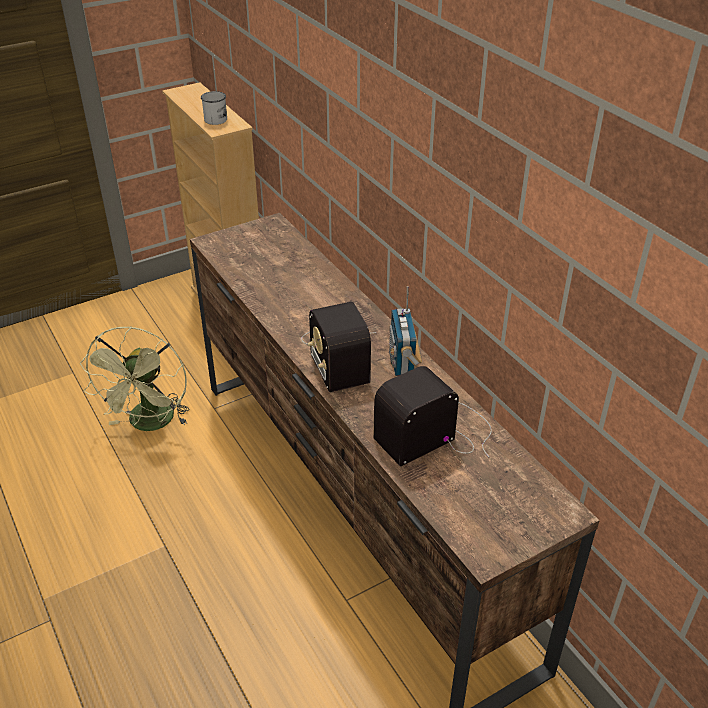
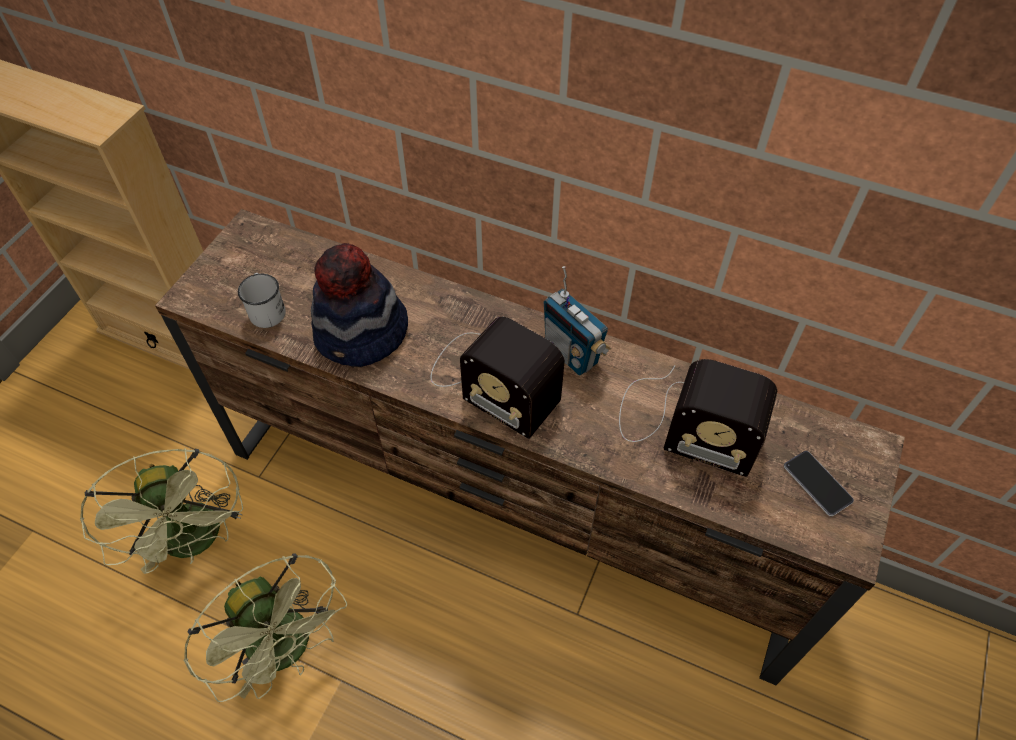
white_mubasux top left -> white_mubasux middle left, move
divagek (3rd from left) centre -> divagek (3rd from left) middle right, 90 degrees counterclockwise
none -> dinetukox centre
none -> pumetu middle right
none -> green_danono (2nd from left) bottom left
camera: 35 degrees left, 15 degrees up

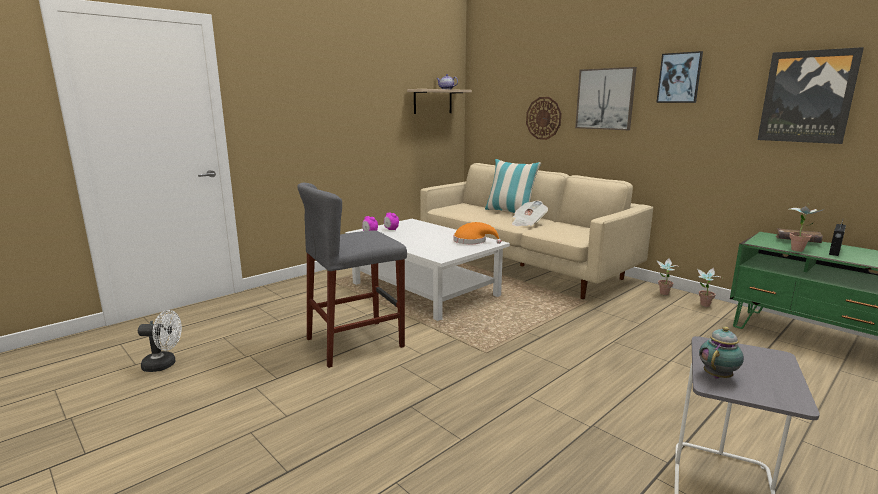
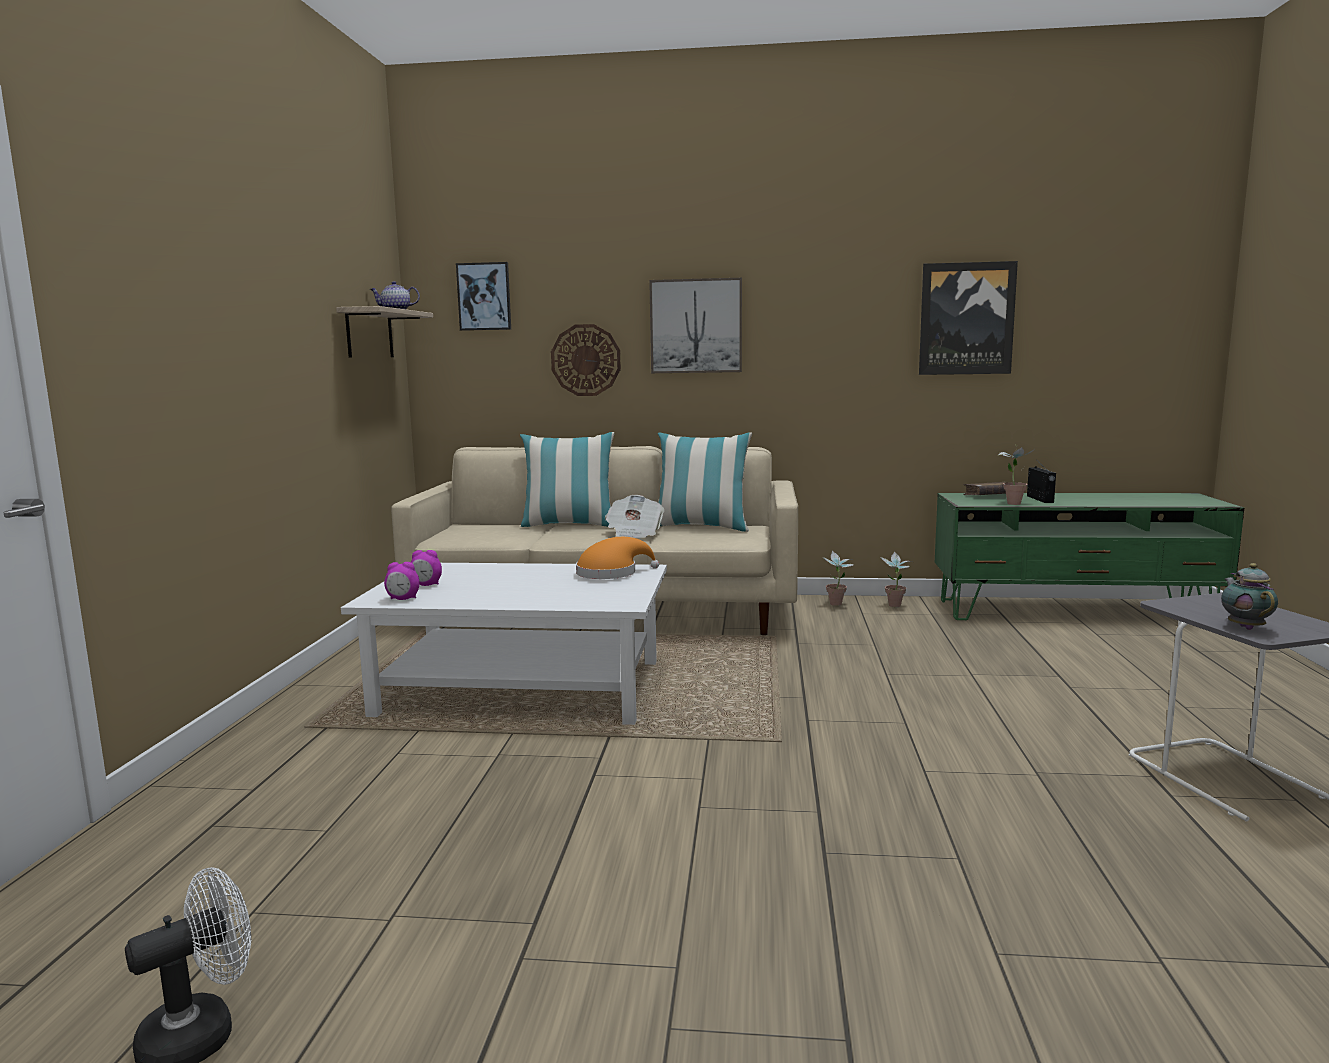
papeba (2nd from left in the first image) top right -> papeba (1st from left) top centre, move
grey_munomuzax centre -> none
none -> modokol (2nd from left) centre
camera: 40 degrees left, 5 degrees down

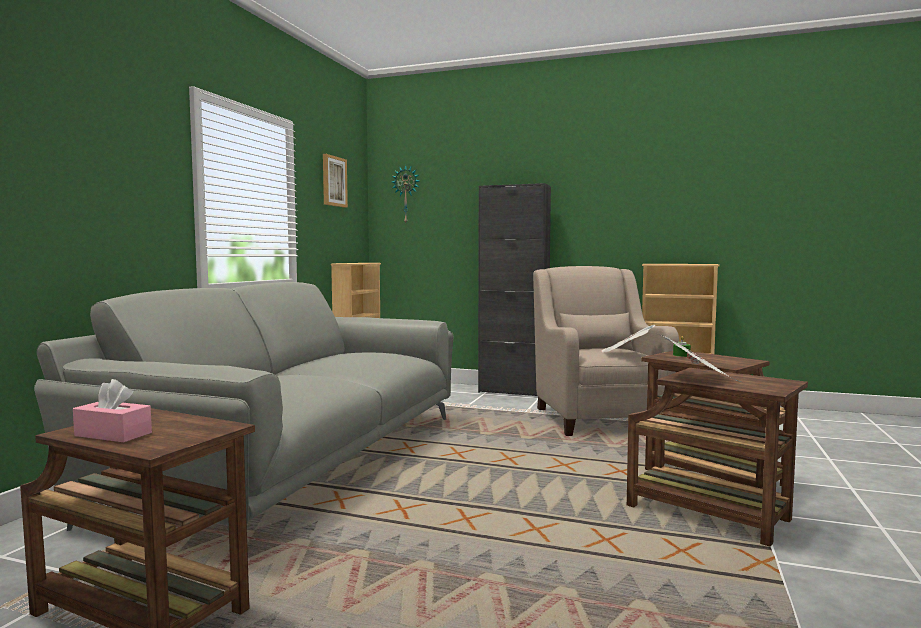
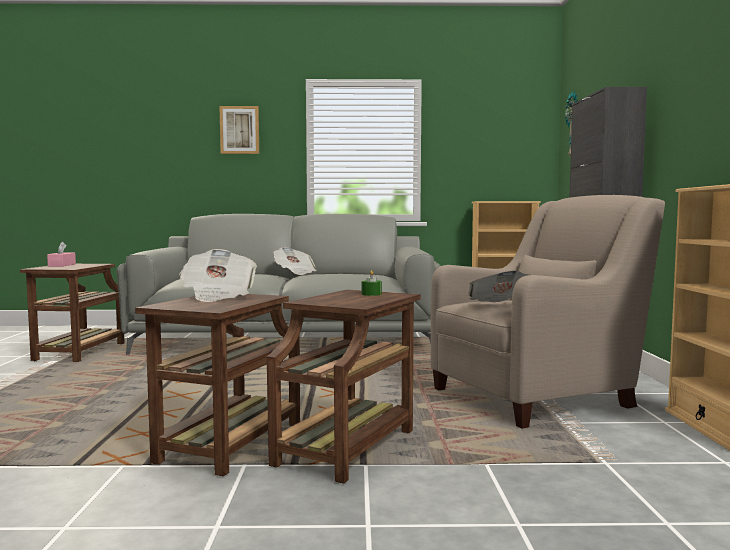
papeba top centre -> papeba top left, move
none -> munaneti (2nd from left) centre
camera: 70 degrees right, 0 degrees up

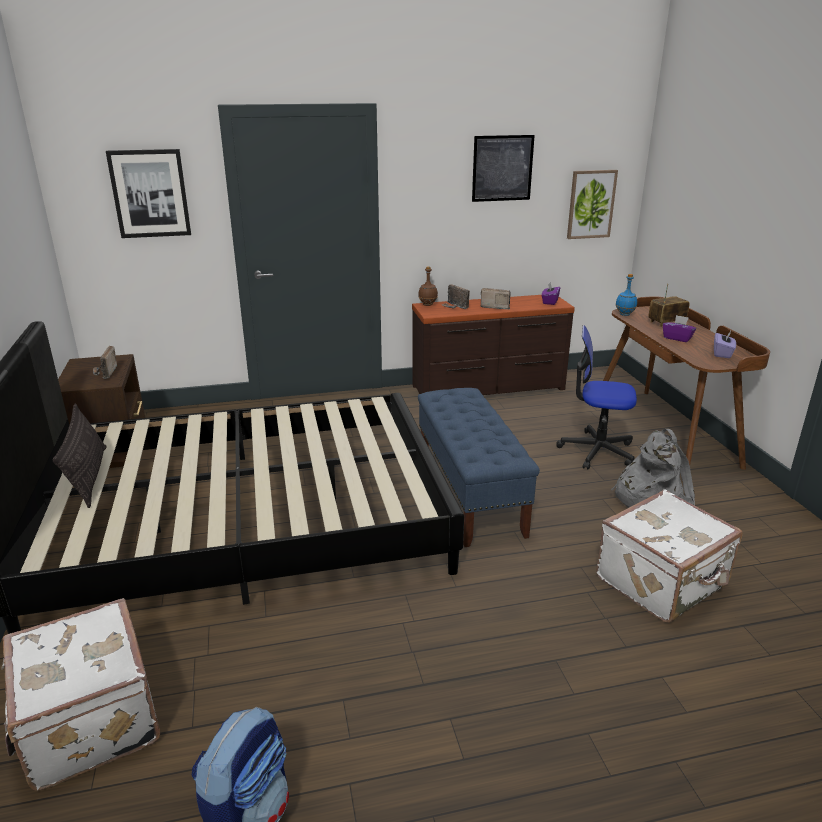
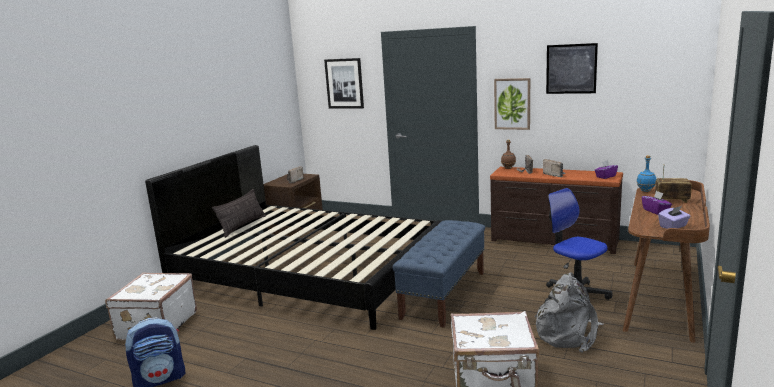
papeba (3rd from left in the first image) top right -> papeba (2nd from left) top centre, move
camera: 40 degrees right, 10 degrees down

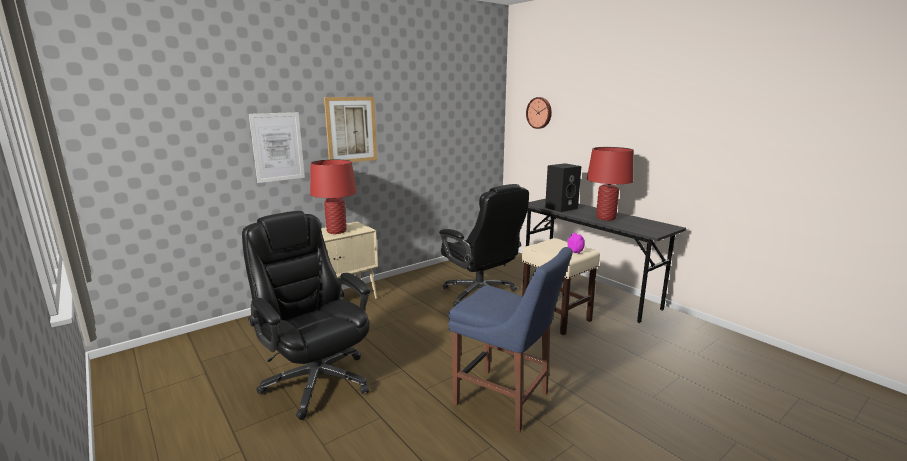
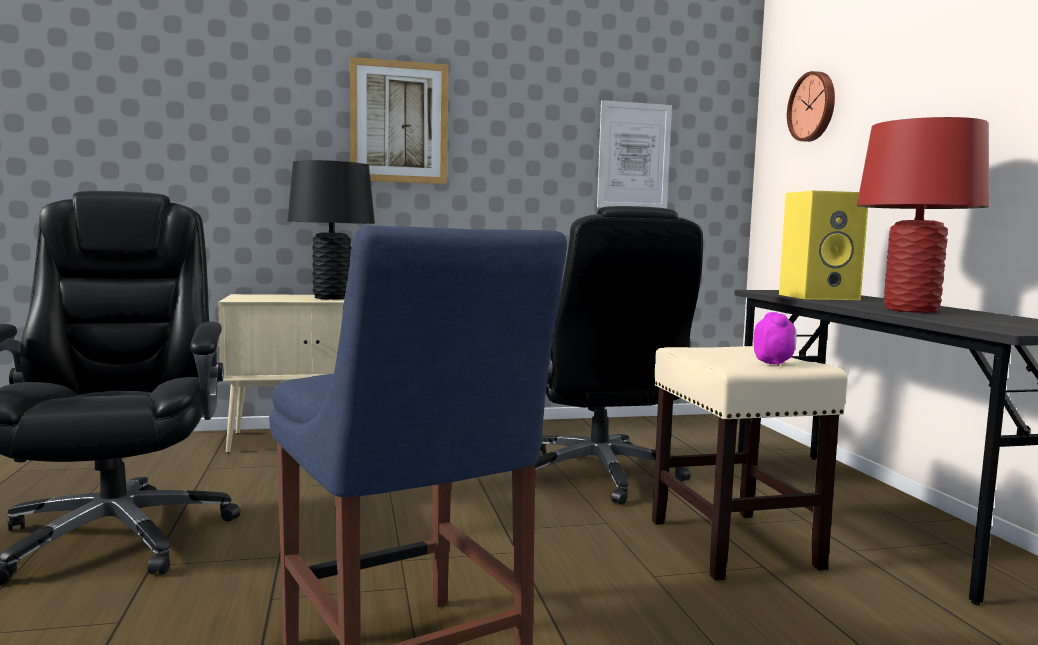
papeba (1st from left in the first image) top left -> papeba (2nd from left) top centre, move
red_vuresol (1st from left) centre -> black_vuresol middle left
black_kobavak centre -> yellow_kobavak middle right
camera: 25 degrees right, 10 degrees down

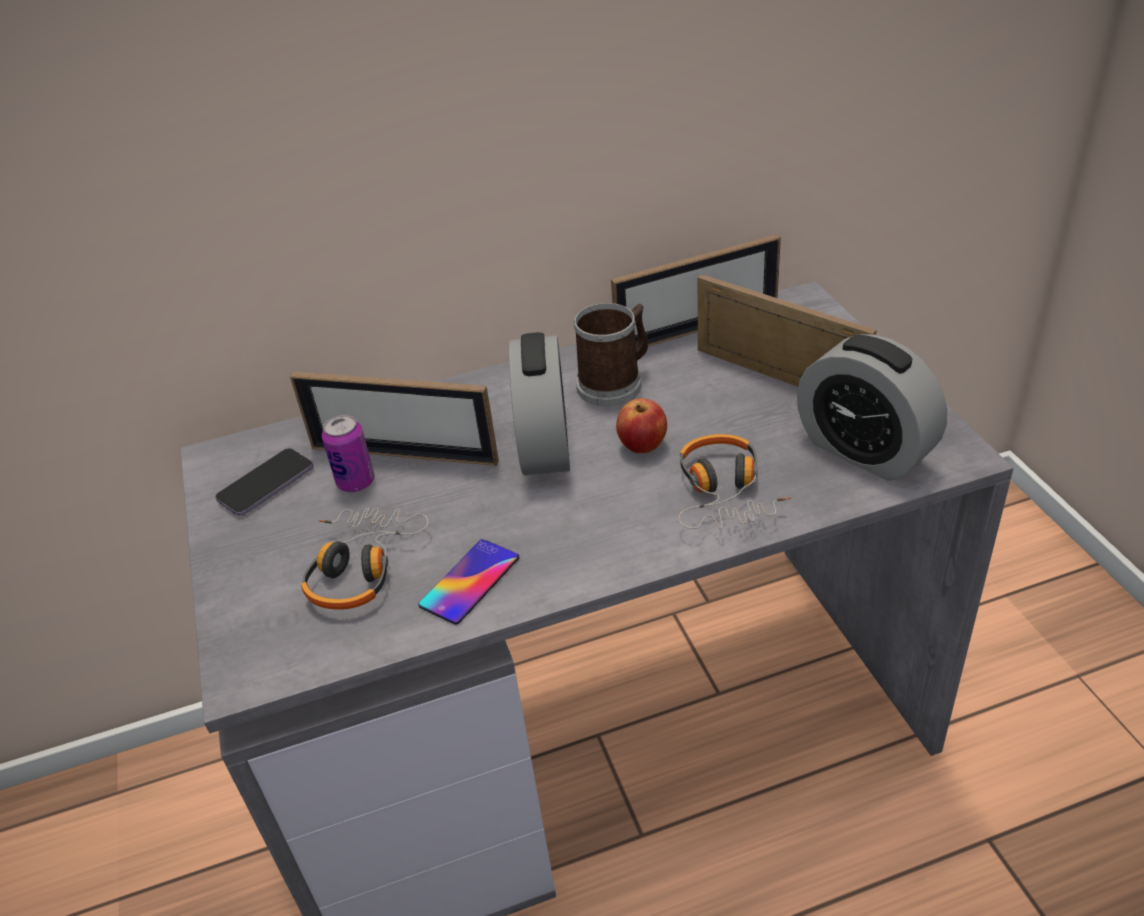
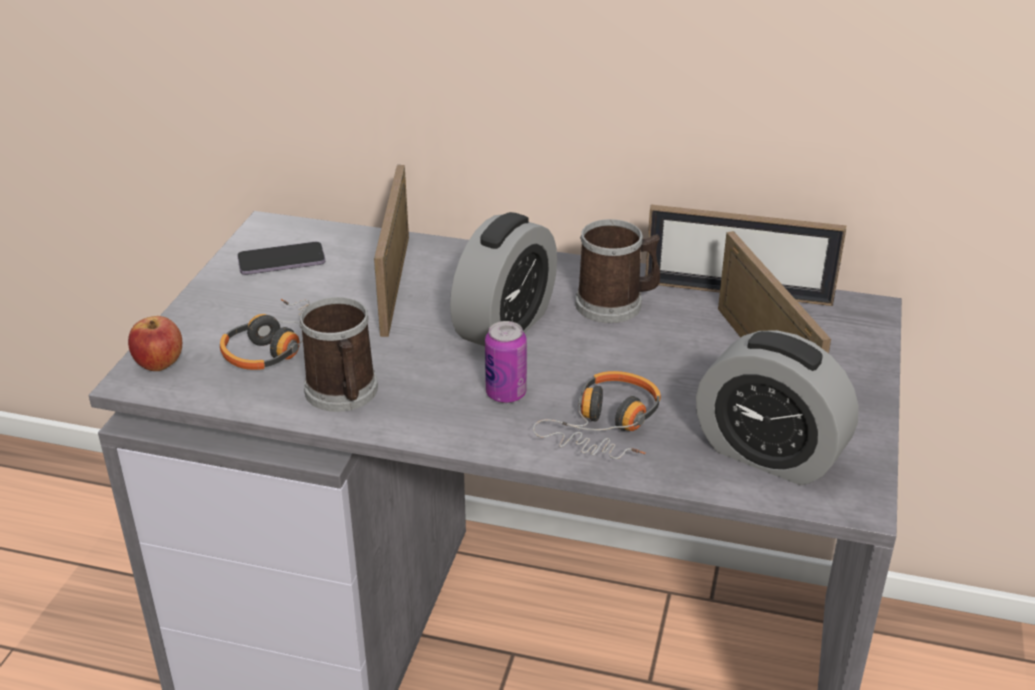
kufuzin (2nd from left) middle right, 45 degrees counterclockwise
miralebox (1st from left) centre, 45 degrees clockwise
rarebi centre -> rarebi middle left, move
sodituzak middle left -> sodituzak centre, move
pumetu (2nd from left) centre -> mubasux (1st from left) middle left
camera: 30 degrees right, 5 degrees down

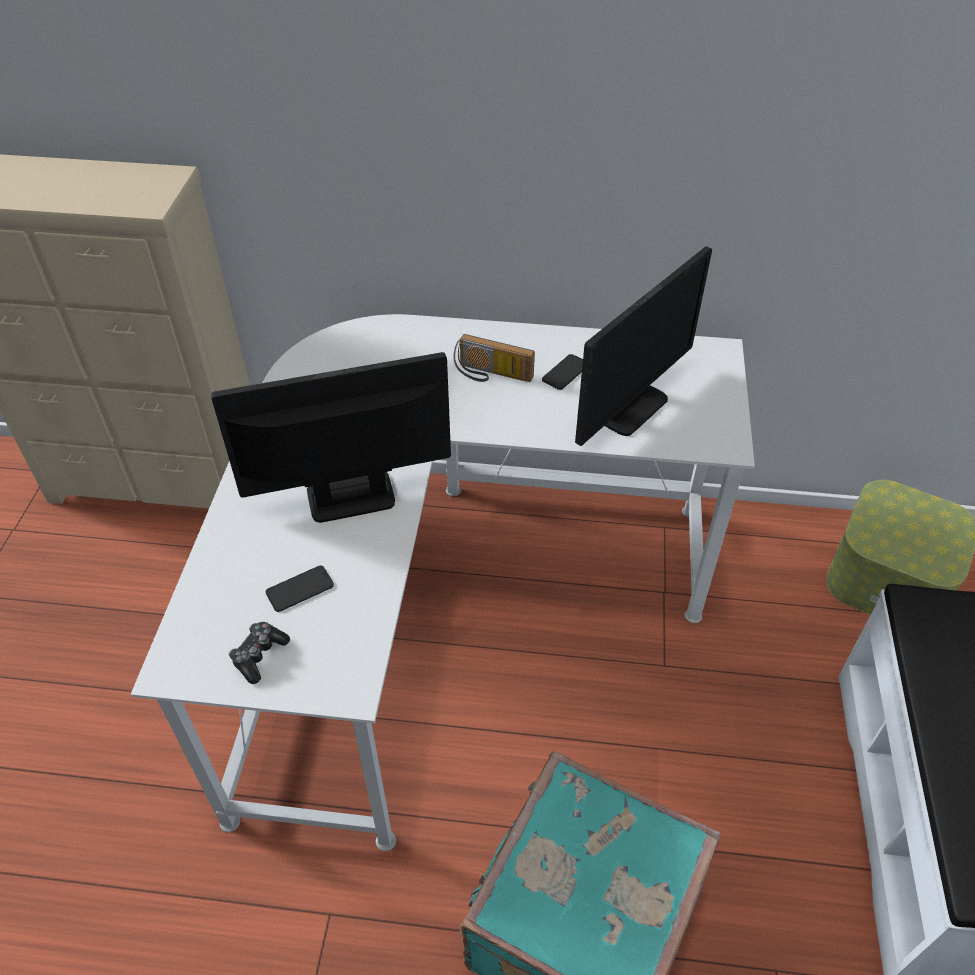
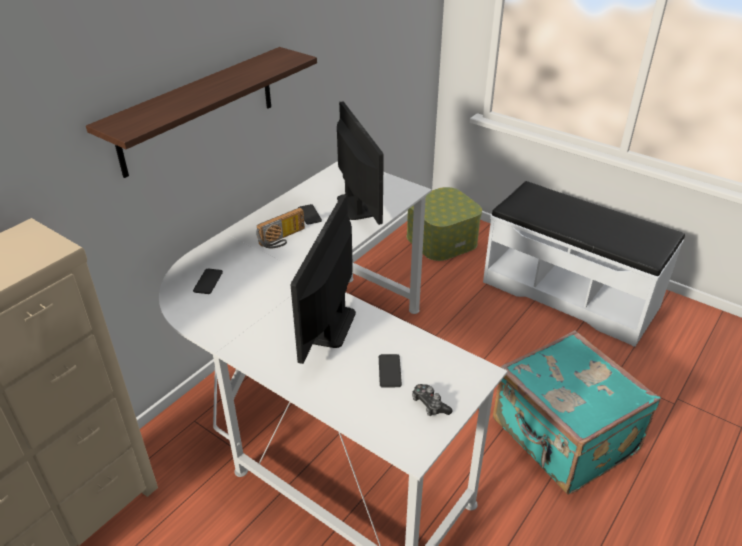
none -> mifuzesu top left
none -> pumetu (1st from left) middle left
camera: 60 degrees left, 10 degrees down

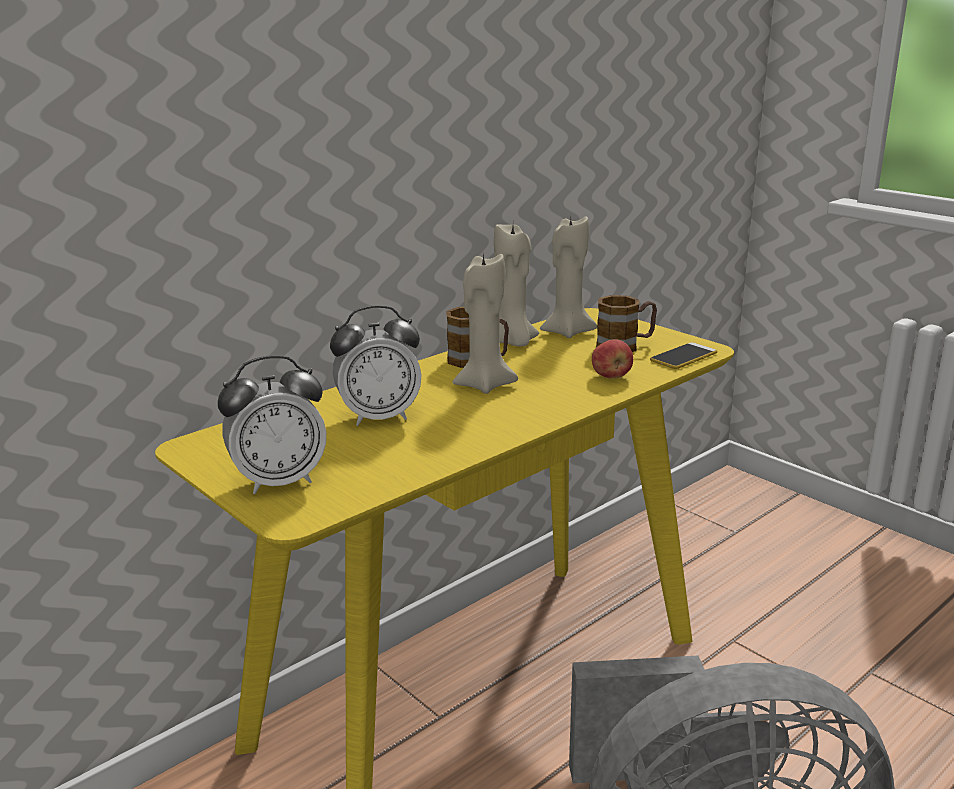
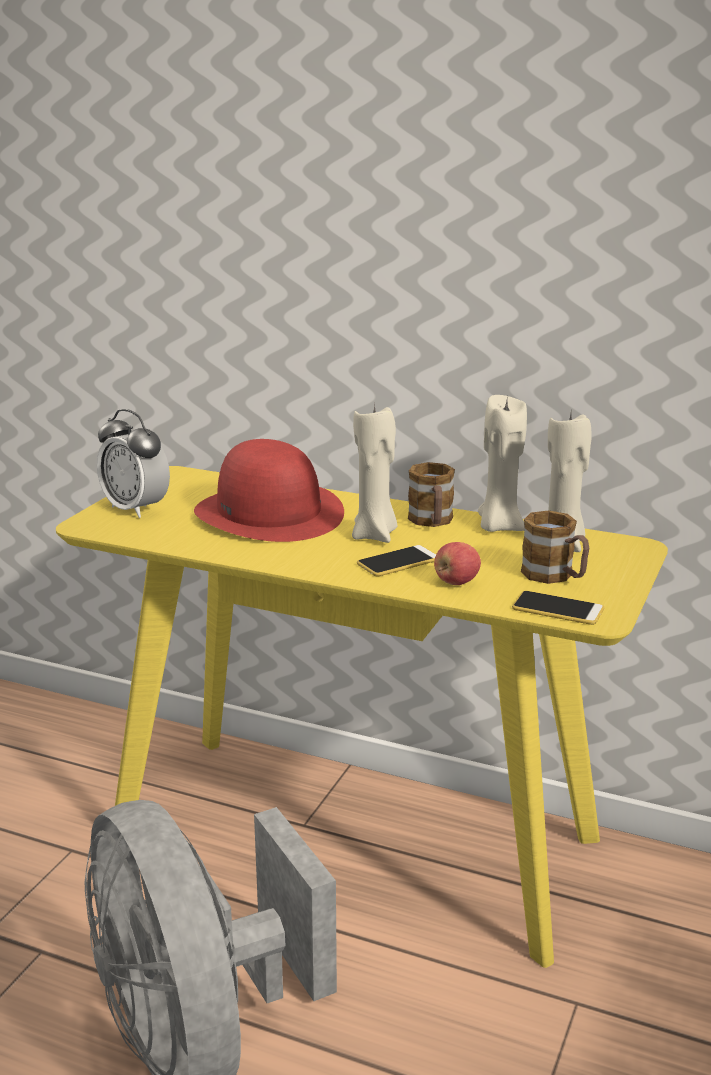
kufuzin (2nd from left) centre -> red_dinetukox centre
none -> pumetu (1st from left) centre
camera: 65 degrees right, 0 degrees up

